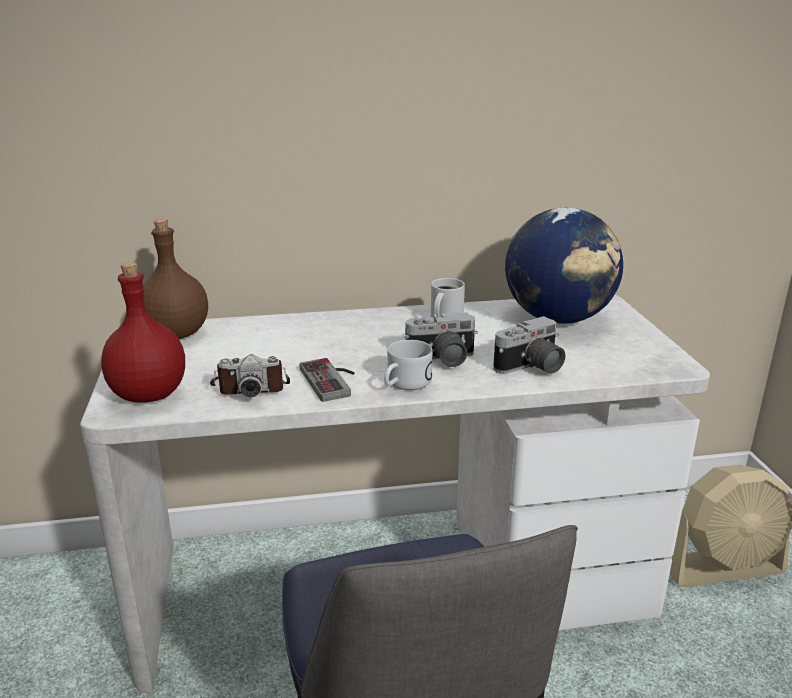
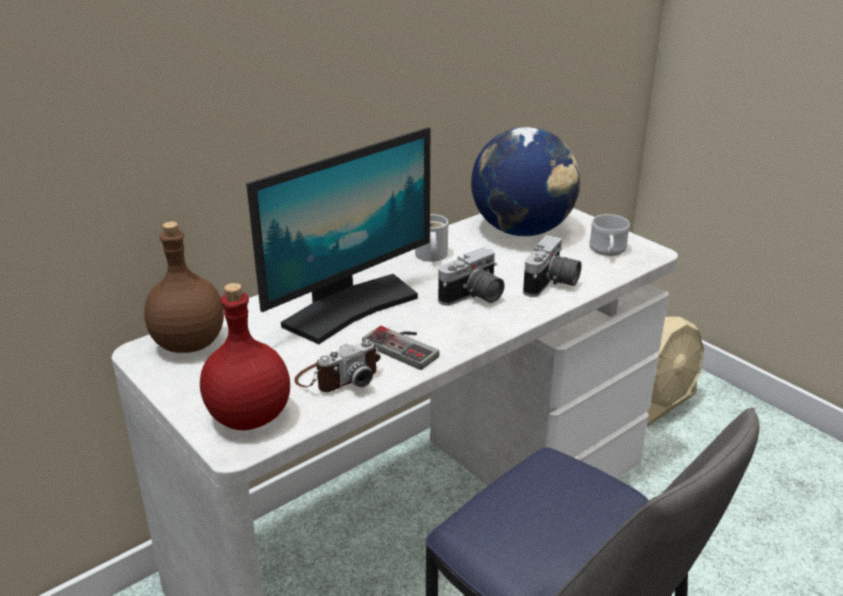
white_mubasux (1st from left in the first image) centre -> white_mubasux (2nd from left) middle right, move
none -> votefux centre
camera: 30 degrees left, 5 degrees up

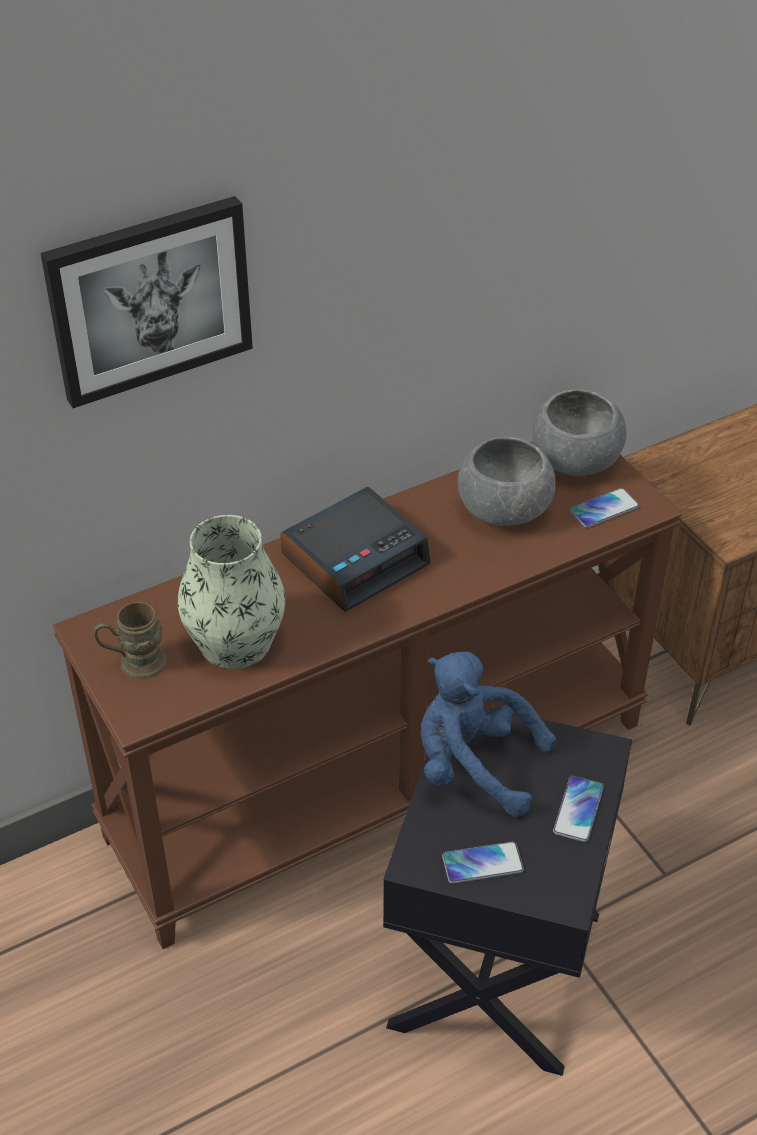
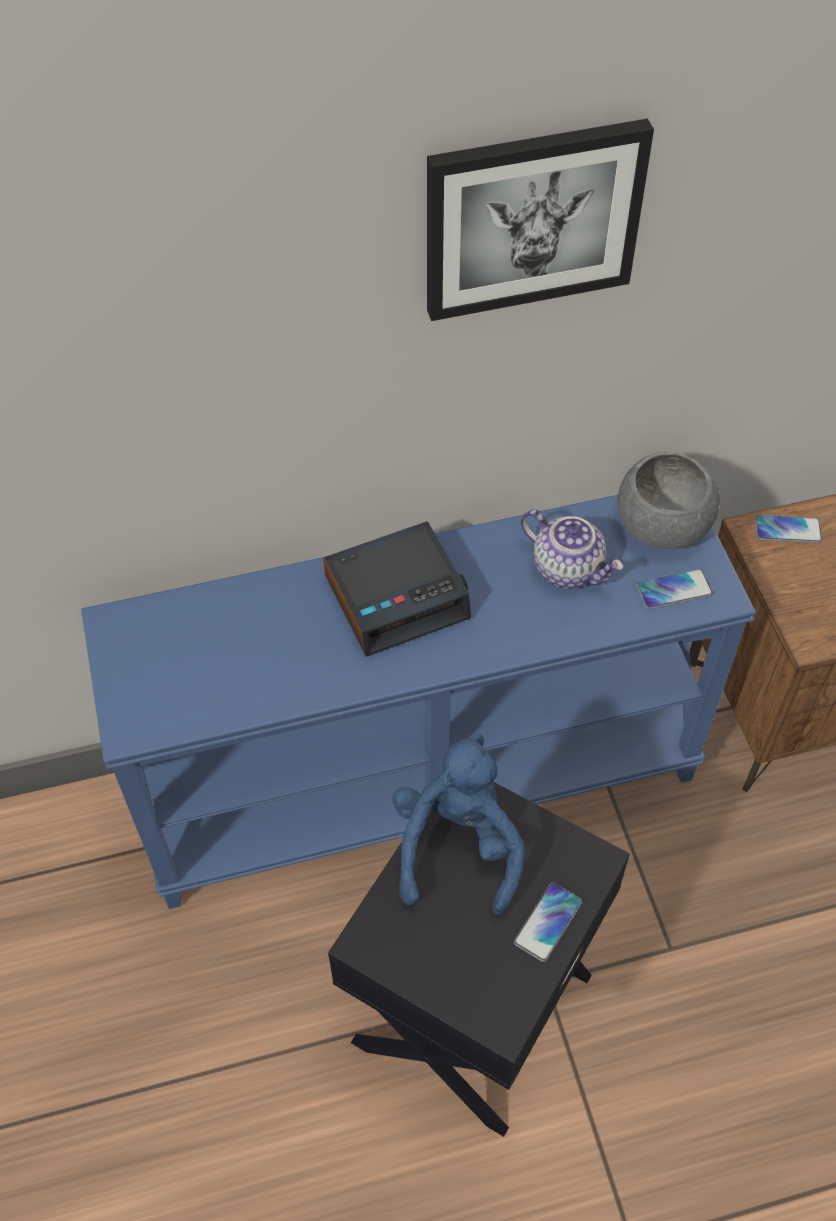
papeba top left -> papeba top centre, move
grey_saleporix (1st from left) middle right -> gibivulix middle right
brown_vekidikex centre -> blue_vekidikex centre
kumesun middle left -> none
brown_mubasux middle left -> none
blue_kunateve centre -> blue_kunateve bottom centre, 60 degrees clockwise
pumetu (1st from left in the first image) bottom centre -> pumetu (3rd from left) middle right, move
camera: 15 degrees right, 10 degrees up

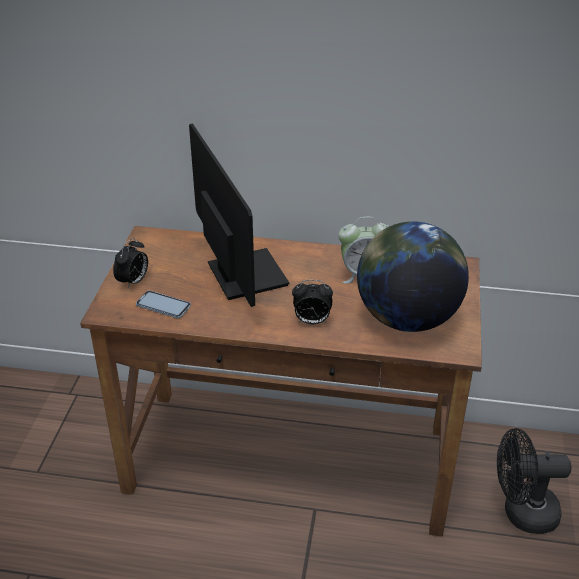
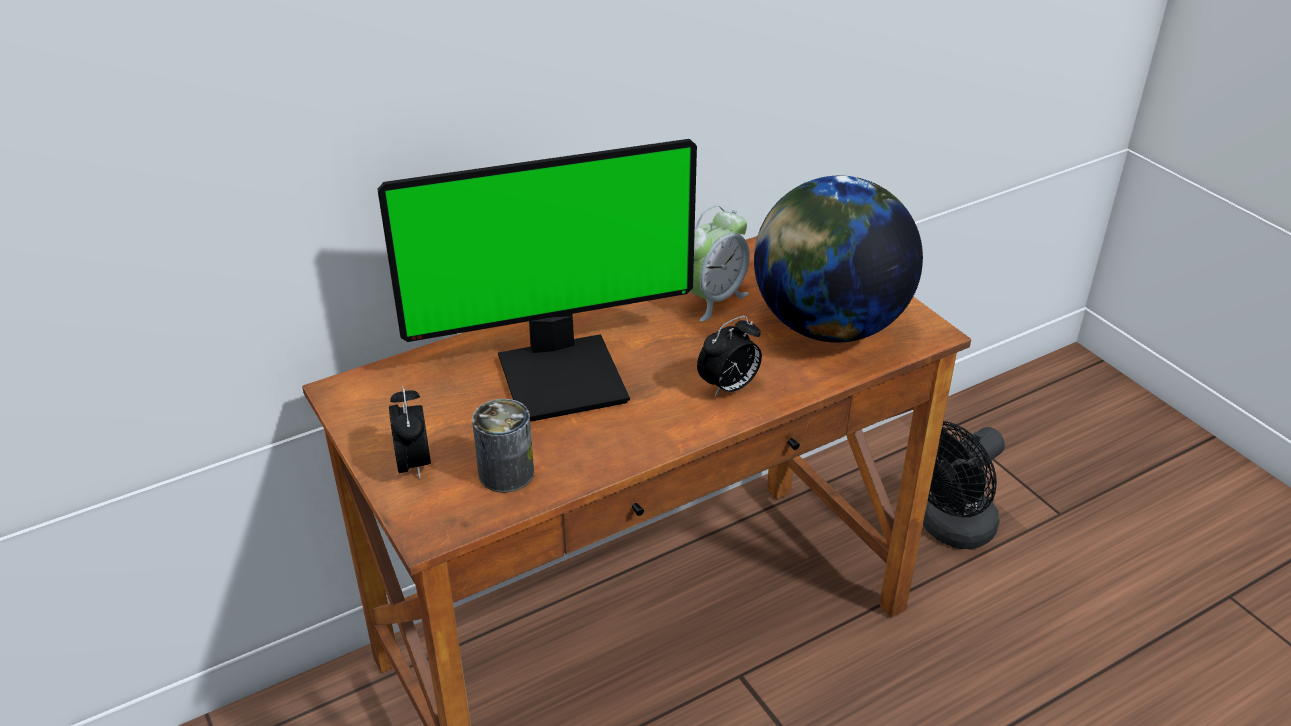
votefux centre, 135 degrees clockwise
pumetu middle left -> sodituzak centre
camera: 40 degrees left, 0 degrees up

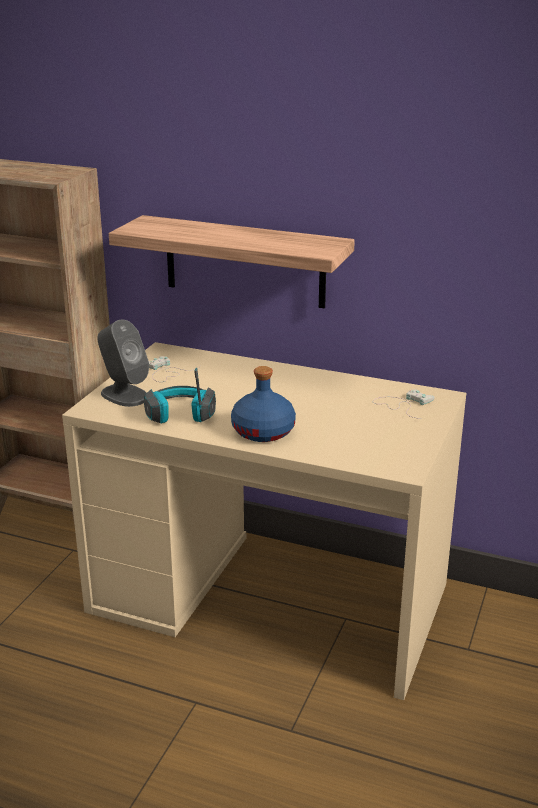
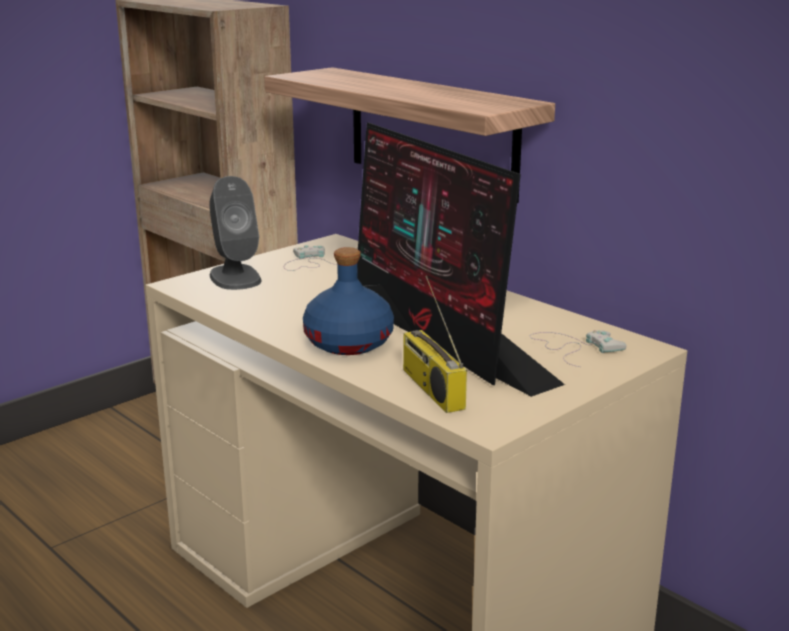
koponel centre -> none
none -> votefux centre
none -> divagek centre
camera: 25 degrees right, 5 degrees down

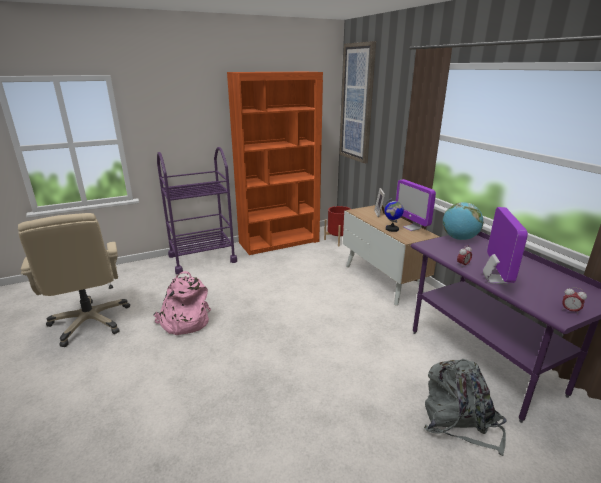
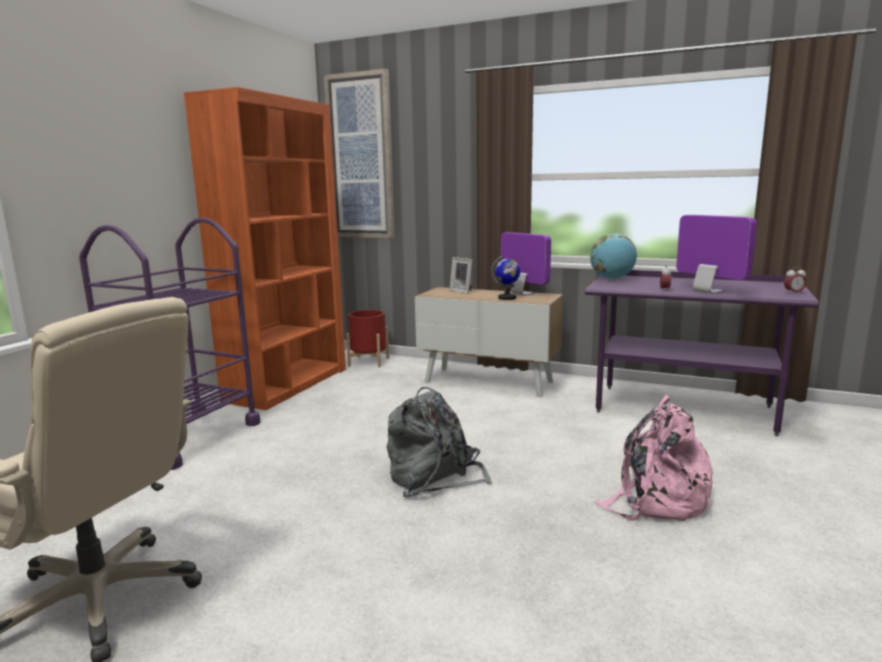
votefux (1st from left) middle right -> votefux (1st from left) centre, 150 degrees counterclockwise
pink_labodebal middle left -> pink_labodebal bottom right, move
grey_labodebal bottom right -> grey_labodebal bottom centre, move
camera: 40 degrees left, 10 degrees down

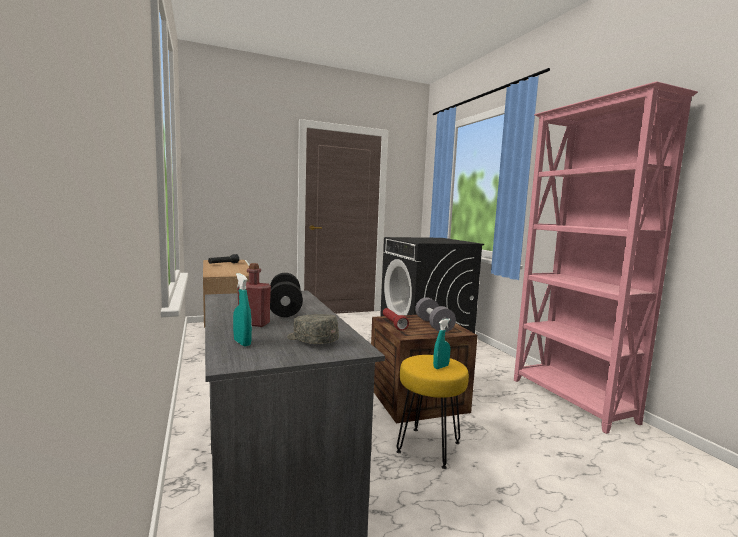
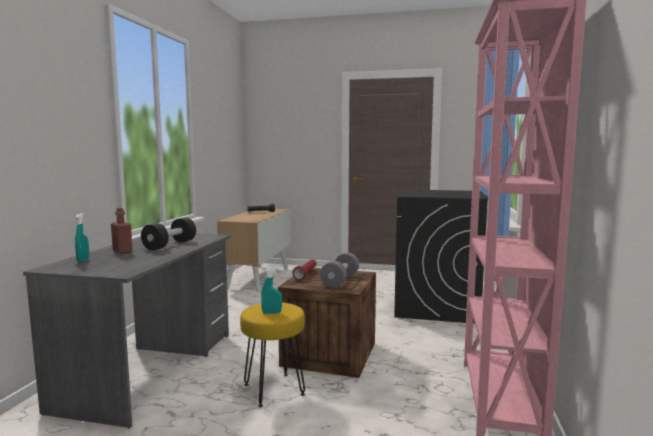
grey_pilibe centre -> none
camera: 35 degrees right, 0 degrees up

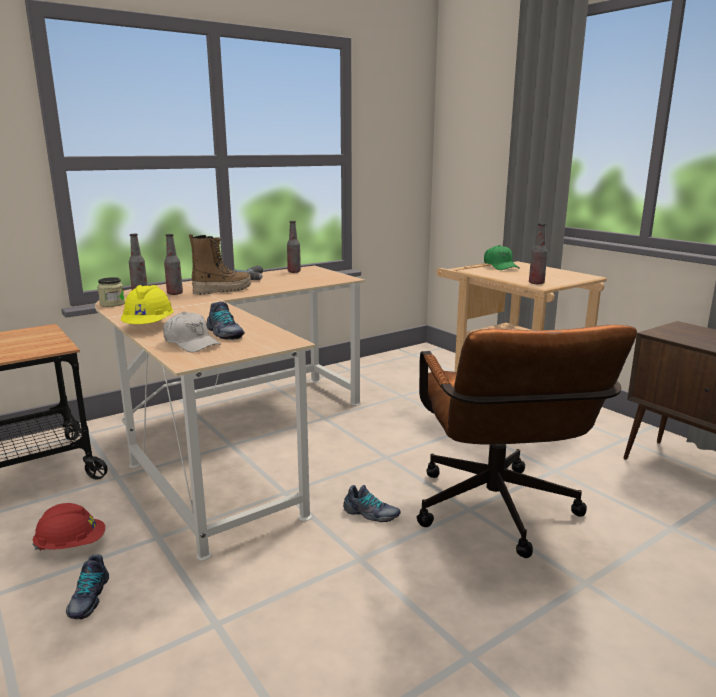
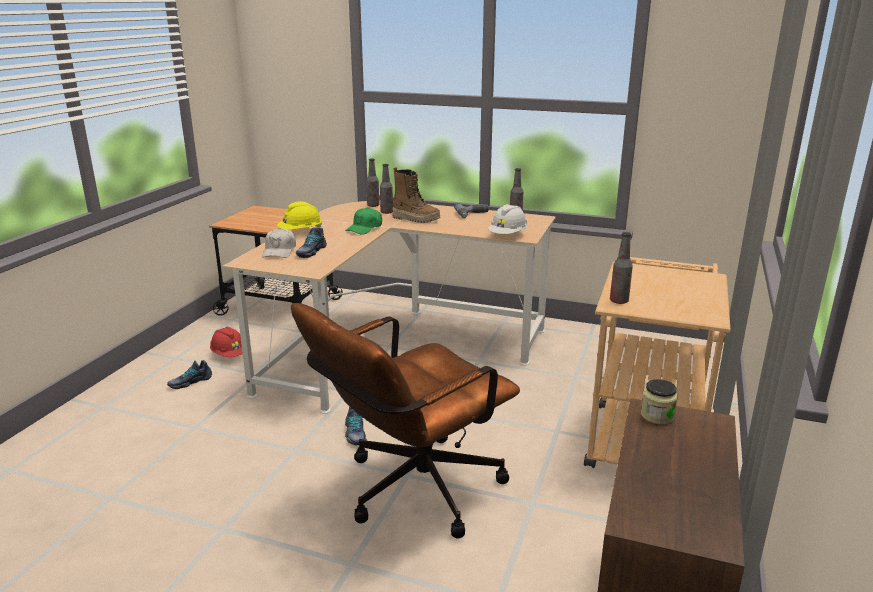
green_pilibe middle right -> green_pilibe centre, move
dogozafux middle left -> dogozafux bottom right, move
none -> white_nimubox centre
camera: 55 degrees right, 5 degrees up

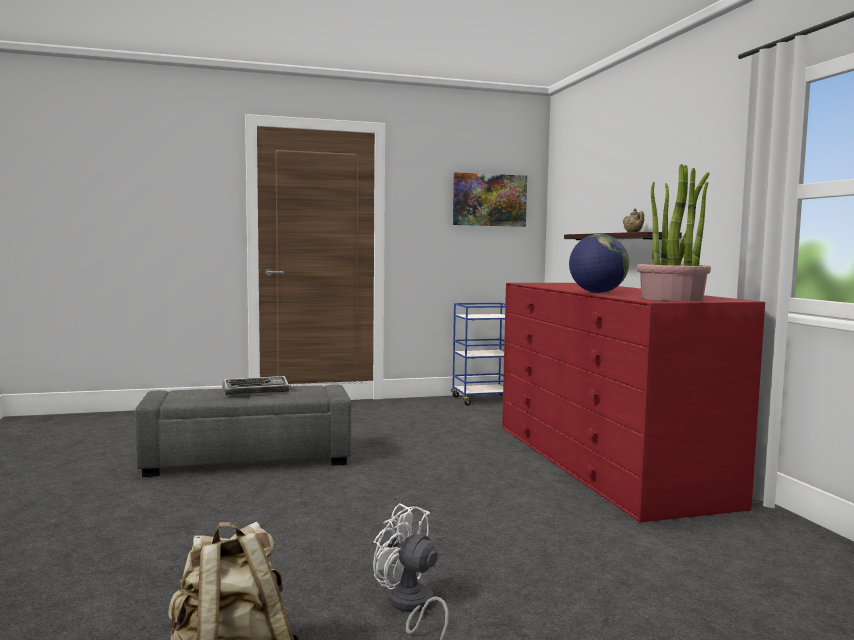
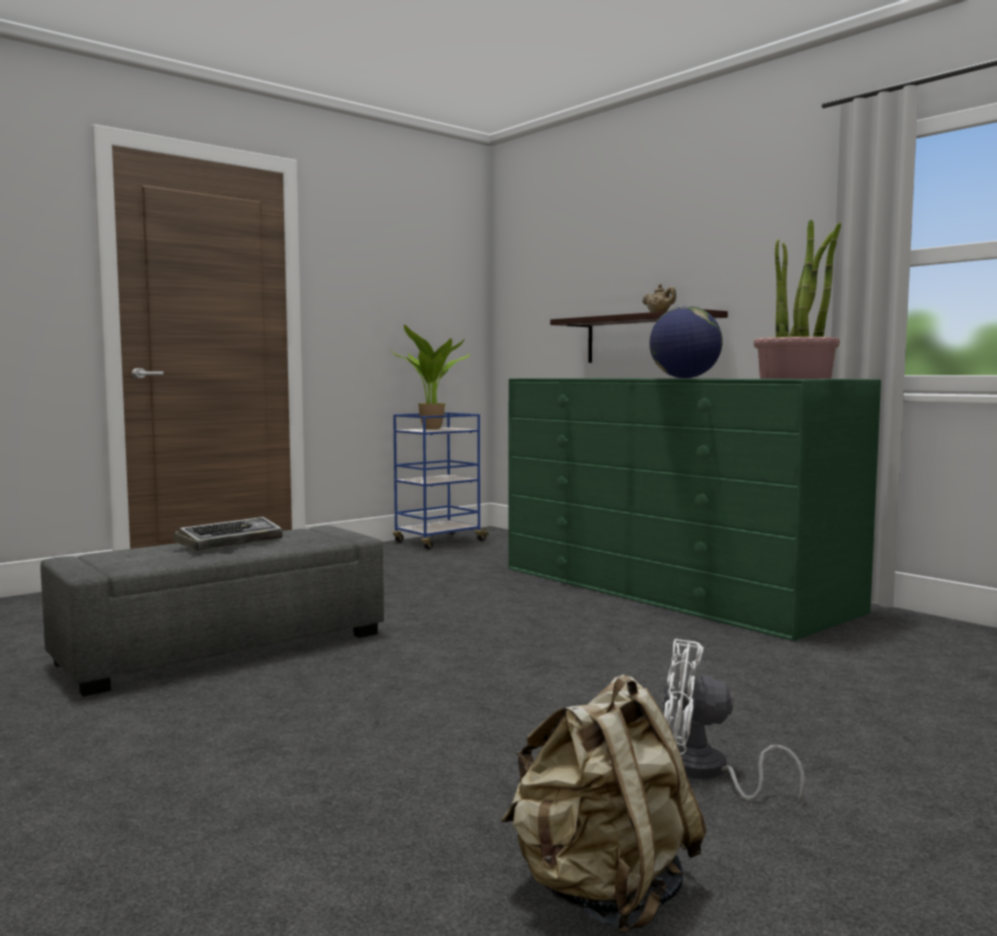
papeba top centre -> none
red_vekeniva middle right -> green_vekeniva middle right
none -> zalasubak (1st from left) centre
camera: 25 degrees left, 0 degrees up

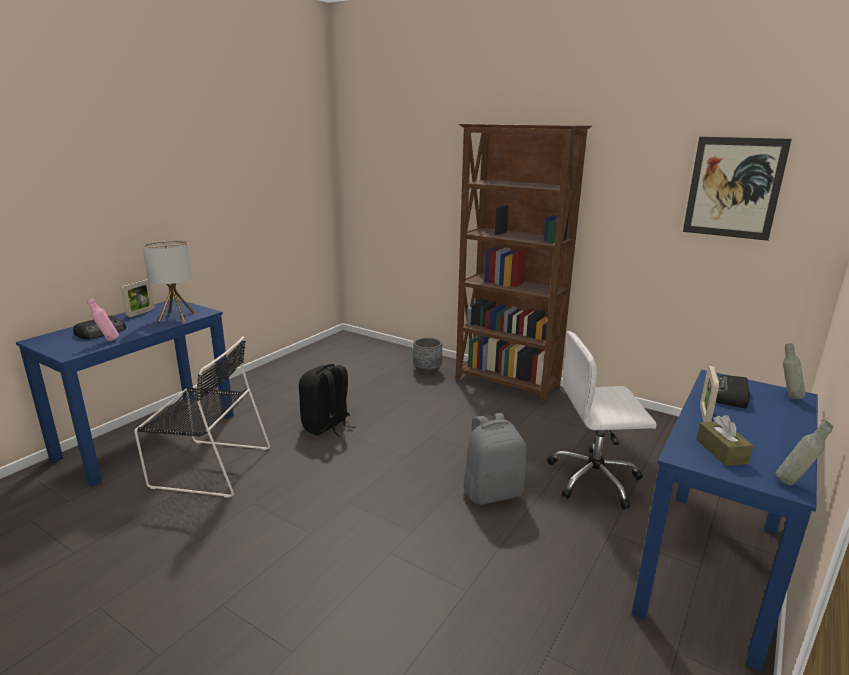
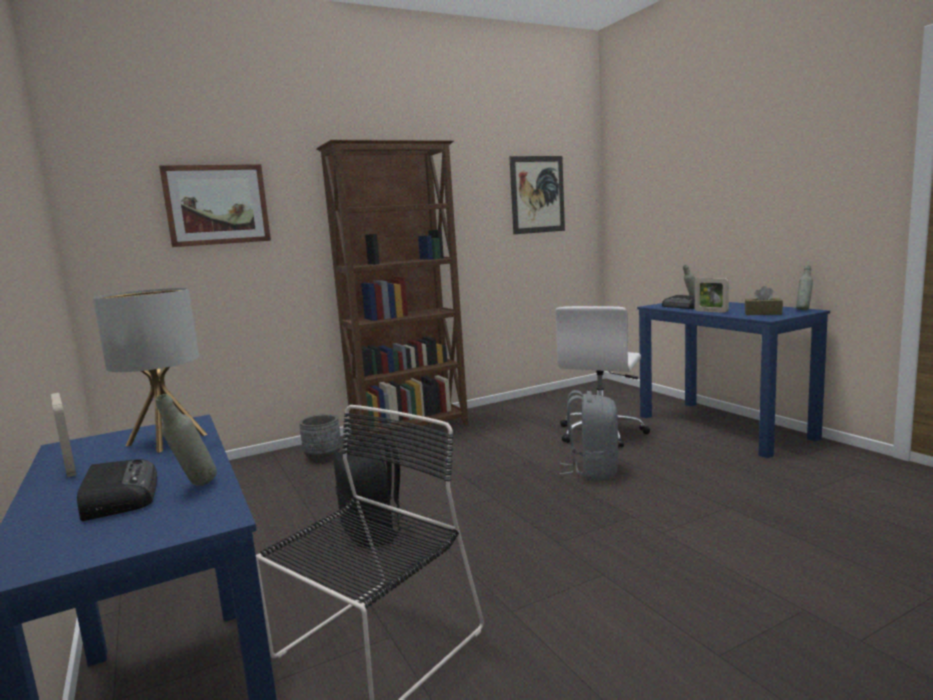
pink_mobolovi middle left -> grey_mobolovi (1st from left) middle left
none -> papeba (1st from left) top left
camera: 60 degrees left, 10 degrees down

